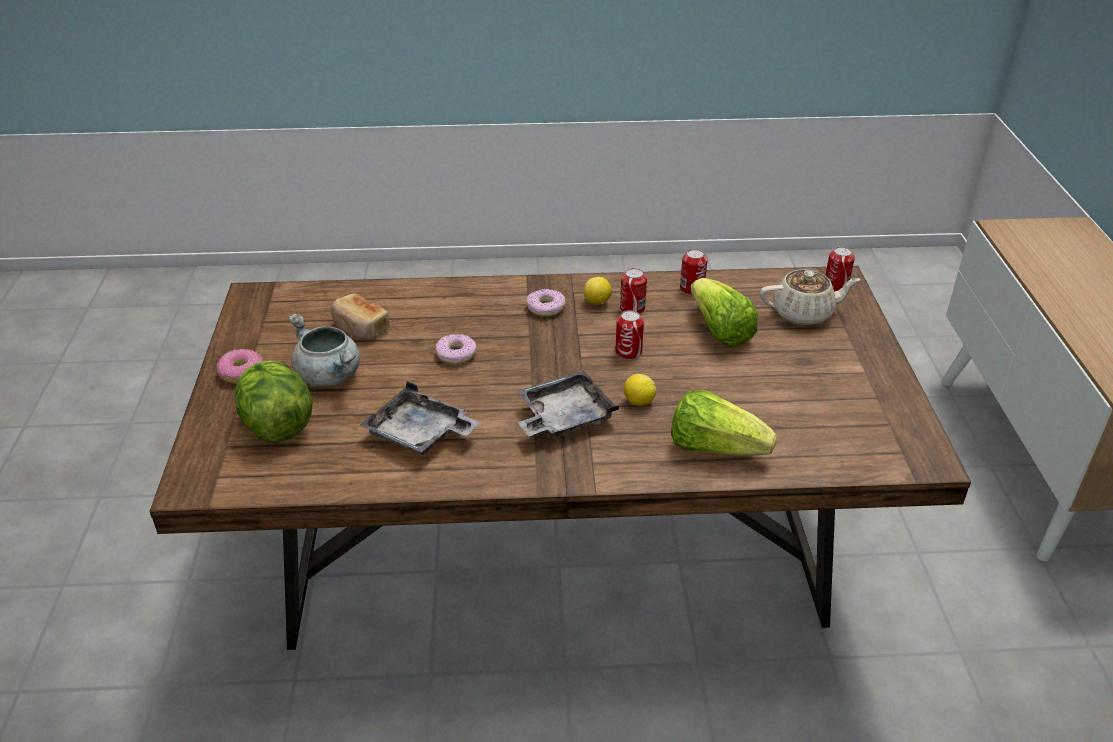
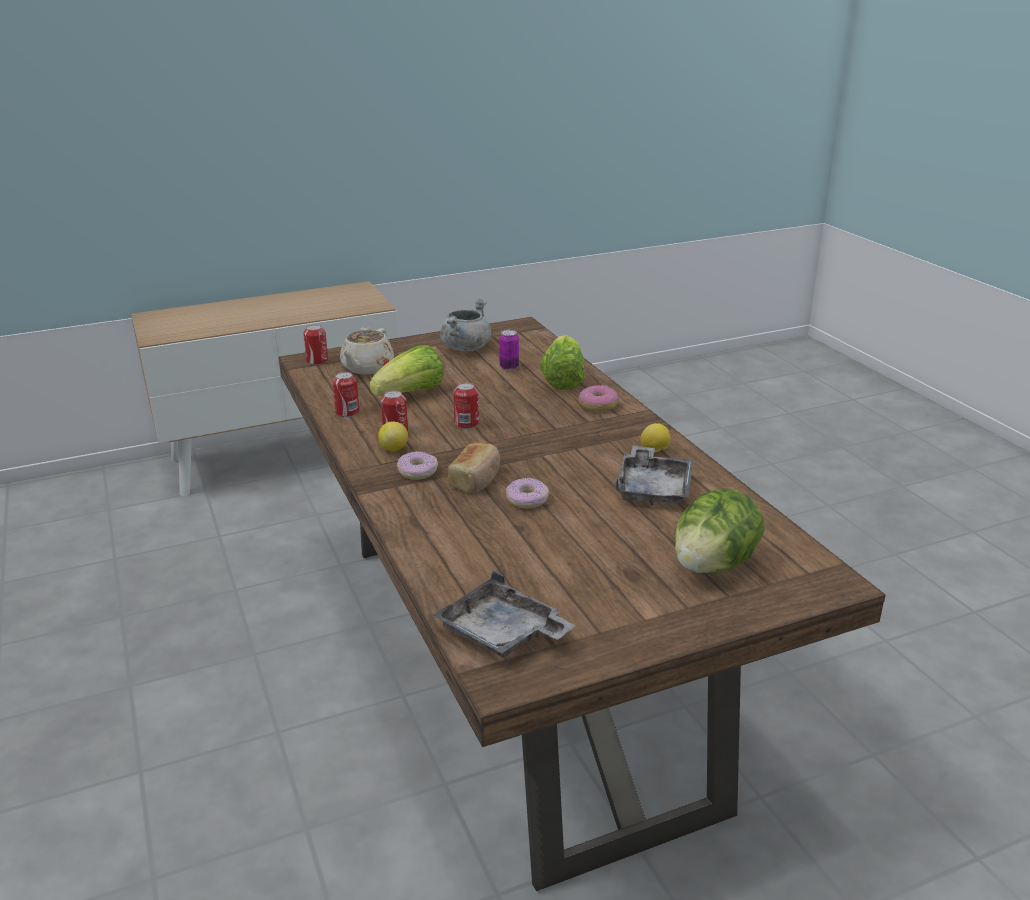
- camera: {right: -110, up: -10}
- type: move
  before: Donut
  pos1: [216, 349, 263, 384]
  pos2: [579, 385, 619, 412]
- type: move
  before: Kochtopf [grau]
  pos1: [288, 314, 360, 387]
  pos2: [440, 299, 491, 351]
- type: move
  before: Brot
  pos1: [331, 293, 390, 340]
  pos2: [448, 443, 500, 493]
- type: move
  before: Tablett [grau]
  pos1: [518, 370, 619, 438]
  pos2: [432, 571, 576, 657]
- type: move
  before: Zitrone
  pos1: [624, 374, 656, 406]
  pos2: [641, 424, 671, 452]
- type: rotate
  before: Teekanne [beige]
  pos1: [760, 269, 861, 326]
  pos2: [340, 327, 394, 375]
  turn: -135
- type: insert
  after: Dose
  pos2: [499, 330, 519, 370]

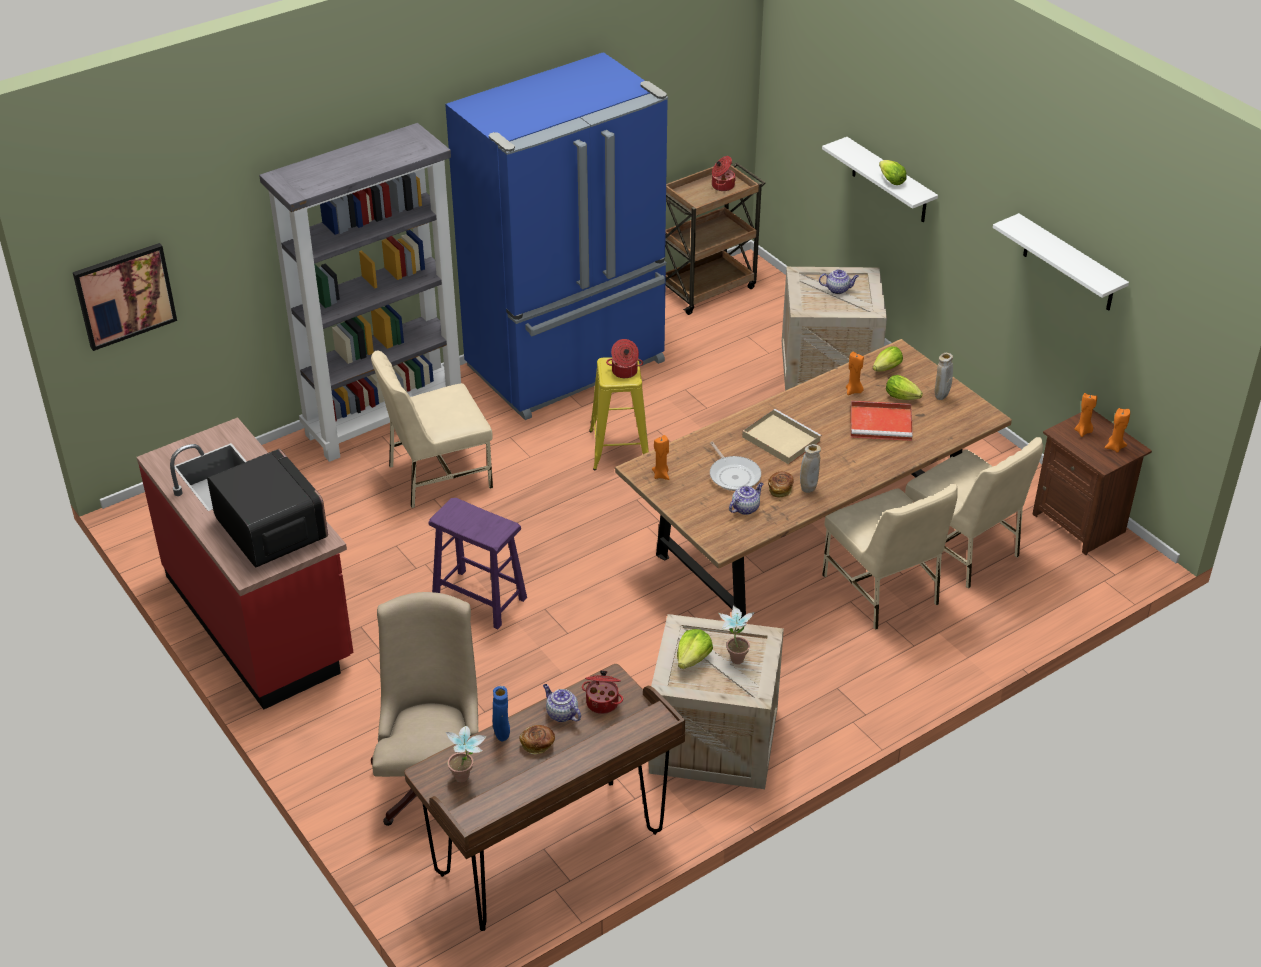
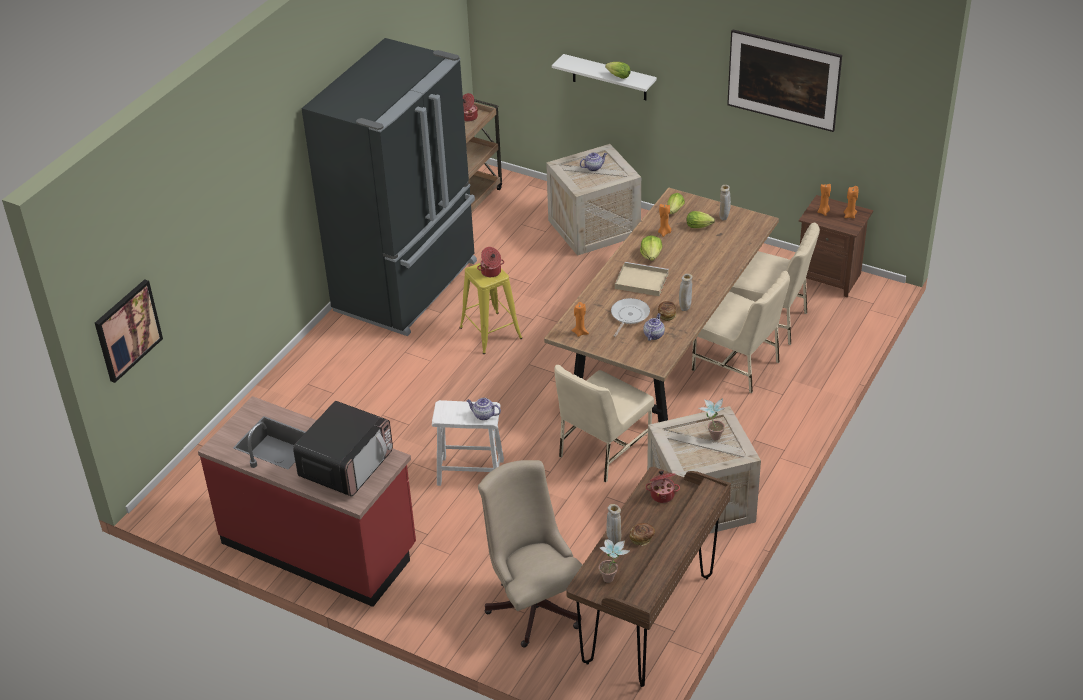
- camera: {right: -25, up: 0}
- type: rotate
  before: Mikrowelle
  pos1: [207, 449, 328, 567]
  pos2: [293, 401, 393, 497]
  turn: 90
- type: delete
  before: Bücherregal [grau]
  pos1: [259, 123, 461, 462]
- type: move
  before: Stuhl [beige]
  pos1: [371, 351, 493, 508]
  pos2: [554, 365, 654, 482]
- type: recolor
  before: Hocker [lila]
  after: Hocker [weiß]
  pos1: [428, 498, 527, 629]
  pos2: [432, 400, 504, 486]
- type: recolor
  before: Kühlschrank [blau]
  after: Kühlschrank [schwarz]
  pos1: [445, 52, 668, 420]
  pos2: [302, 38, 477, 336]
- type: recolor
  before: Vase [blau]
  after: Vase [beige]
  pos1: [492, 686, 510, 741]
  pos2: [606, 504, 621, 545]
- type: move
  before: Teekanne
  pos1: [543, 684, 581, 722]
  pos2: [466, 398, 501, 420]
- type: move
  before: Salatkopf
  pos1: [677, 629, 713, 669]
  pos2: [640, 235, 662, 261]
- type: rotate
  before: Pfanne
  pos1: [710, 442, 761, 491]
  pos2: [611, 298, 650, 337]
  turn: -105
- type: delete
  before: Tablett [rot]
  pos1: [851, 401, 913, 441]
- type: replace
  before: Wandregal [weiß]
  after: Bild
  pos1: [993, 213, 1129, 311]
  pos2: [727, 29, 842, 132]

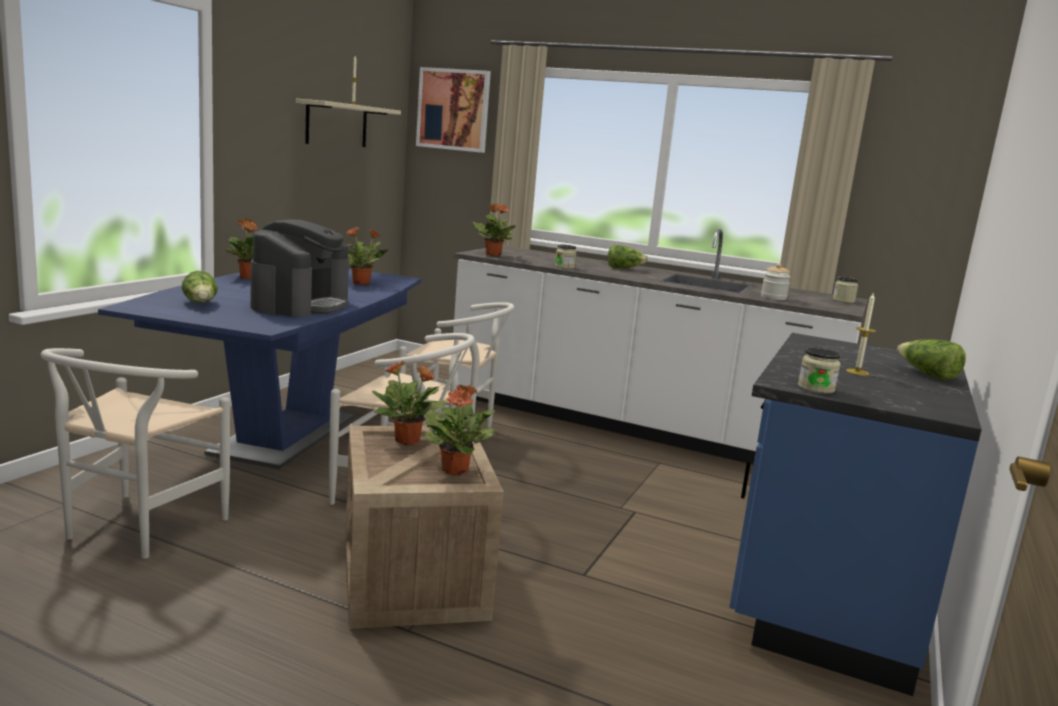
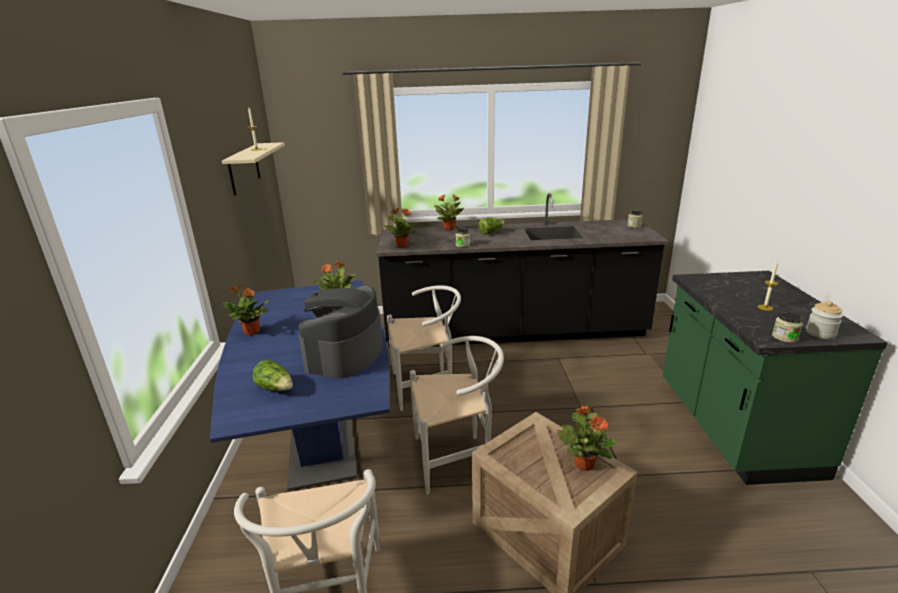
- camera: {right: -25, up: 10}
- type: rotate
  before: Kaffeemaschine
  pos1: [250, 219, 349, 317]
  pos2: [298, 286, 383, 379]
  turn: -150
- type: move
  before: Topfpflanze
  pos1: [371, 361, 447, 445]
  pos2: [434, 195, 464, 230]
- type: delete
  before: Bild
  pos1: [416, 67, 491, 153]
- type: recolor
  before: Küchenzeile [weiß]
  after: Küchenzeile [schwarz]
  pos1: [453, 229, 868, 464]
  pos2: [377, 193, 668, 348]
- type: recolor
  before: Küchenzeile [blau]
  after: Küchenzeile [grün]
  pos1: [729, 333, 982, 696]
  pos2: [663, 271, 888, 485]
- type: move
  before: Vorratsglas
  pos1: [761, 264, 791, 300]
  pos2: [806, 301, 843, 339]
- type: delete
  before: Salatkopf
  pos1: [897, 339, 966, 381]

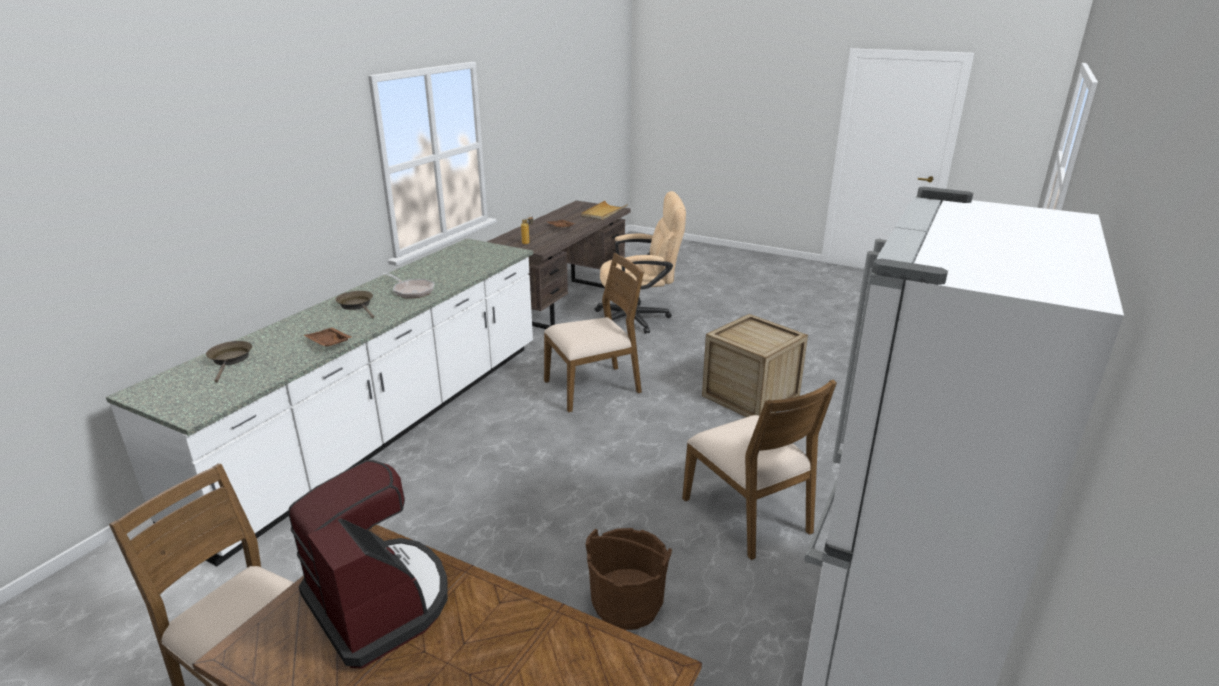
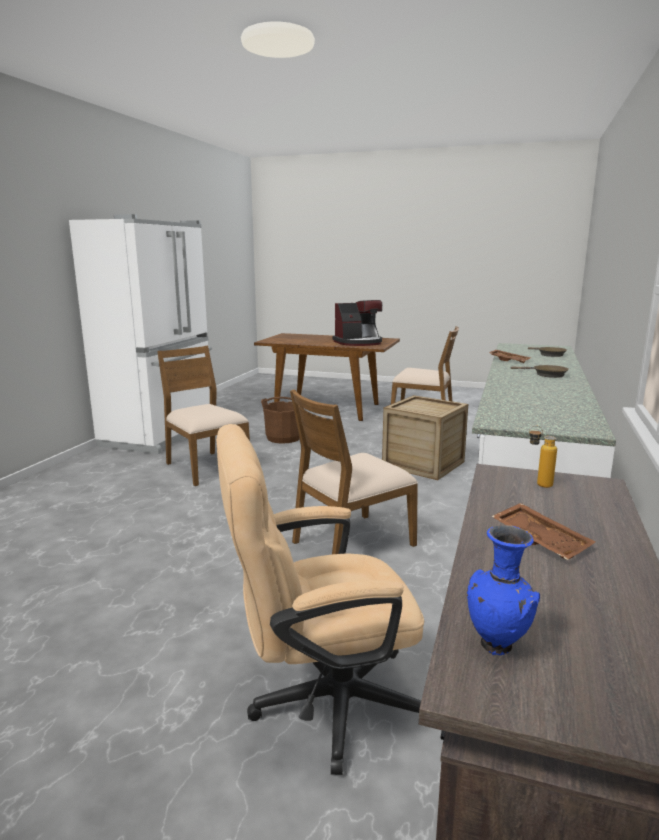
- camera: {right: 170, up: -10}
- type: rotate
  before: Kaffeemaschine
  pos1: [288, 460, 448, 669]
  pos2: [332, 300, 382, 346]
  turn: -60
- type: delete
  before: Pfanne
  pos1: [383, 272, 435, 298]
- type: replace
  before: Tablett [beige]
  after: Vase [blau]
  pos1: [581, 201, 628, 220]
  pos2: [467, 525, 540, 655]
- type: move
  before: Kiste
  pos1: [702, 314, 808, 417]
  pos2: [382, 395, 468, 480]

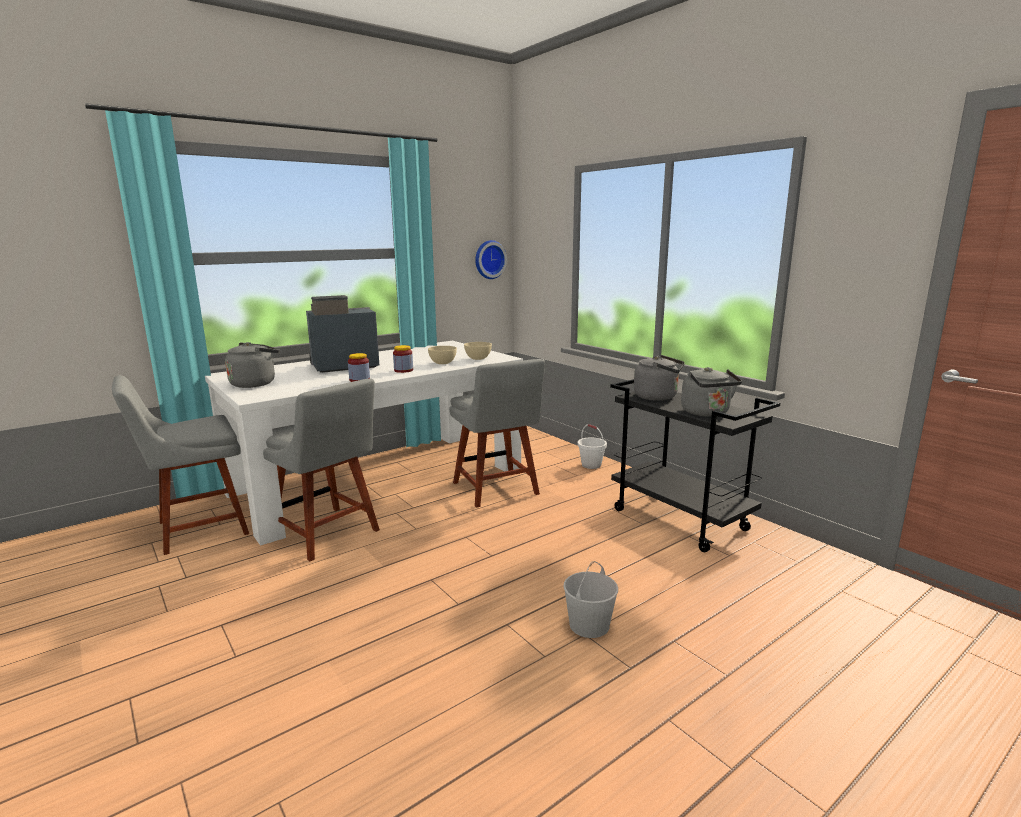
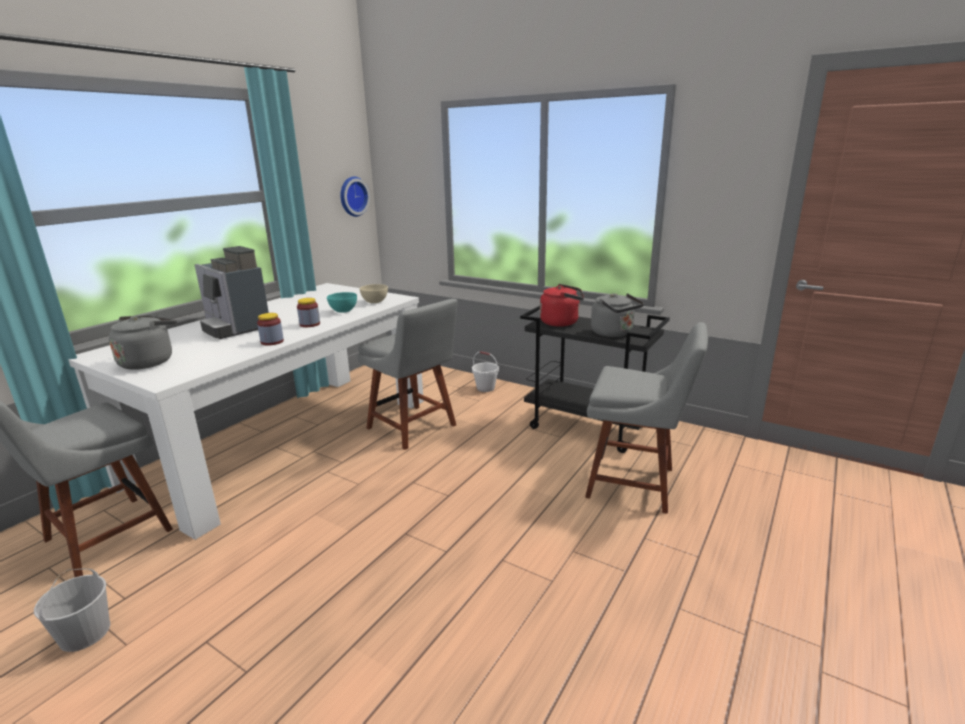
- camera: {right: -20, up: 5}
- type: move
  before: Stuhl [grau]
  pos1: [263, 379, 380, 561]
  pos2: [585, 322, 708, 514]
- type: rotate
  before: Kaffeemaschine
  pos1: [306, 295, 379, 373]
  pos2: [195, 246, 269, 339]
  turn: -90
- type: recolor
  before: Schüssel [beige]
  after: Schüssel [türkis]
  pos1: [428, 346, 457, 364]
  pos2: [327, 292, 357, 313]
- type: move
  before: Eimer [weiß]
  pos1: [563, 561, 618, 638]
  pos2: [34, 568, 110, 652]
- type: recolor
  before: Wasserkessel [grau]
  after: Wasserkessel [rot]
  pos1: [634, 355, 685, 401]
  pos2: [540, 284, 584, 327]

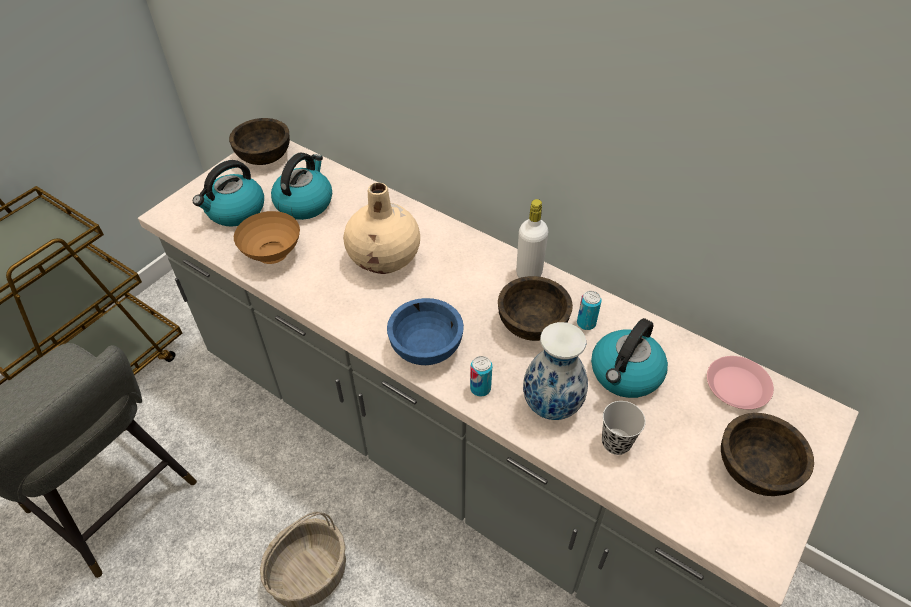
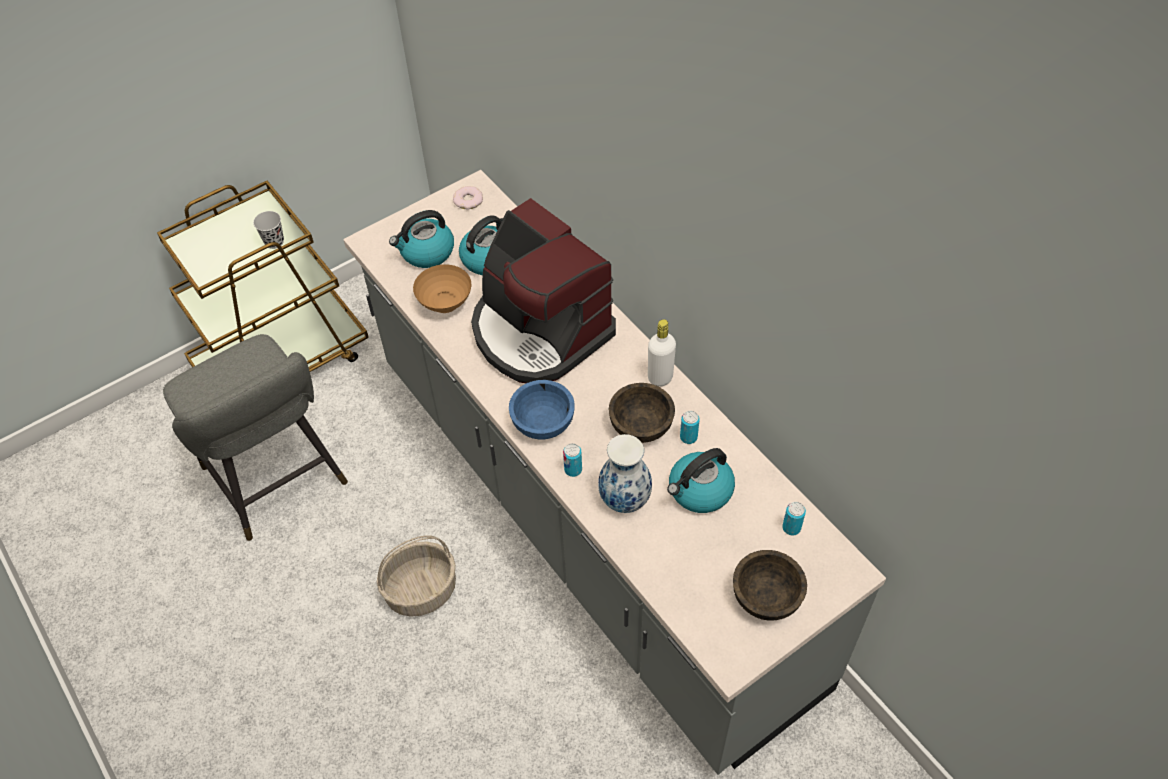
- camera: {right: 20, up: 5}
- type: replace
  before: Schüssel [braun]
  after: Donut
  pos1: [229, 118, 290, 165]
  pos2: [453, 186, 483, 210]
- type: replace
  before: Vase [beige]
  after: Kaffeemaschine
  pos1: [343, 183, 420, 274]
  pos2: [471, 198, 616, 383]
- type: move
  before: Tasse [schwarz]
  pos1: [602, 401, 646, 455]
  pos2: [253, 211, 284, 249]
- type: replace
  before: Teller [rosa]
  after: Dose
  pos1: [707, 356, 774, 409]
  pos2: [782, 502, 806, 536]

